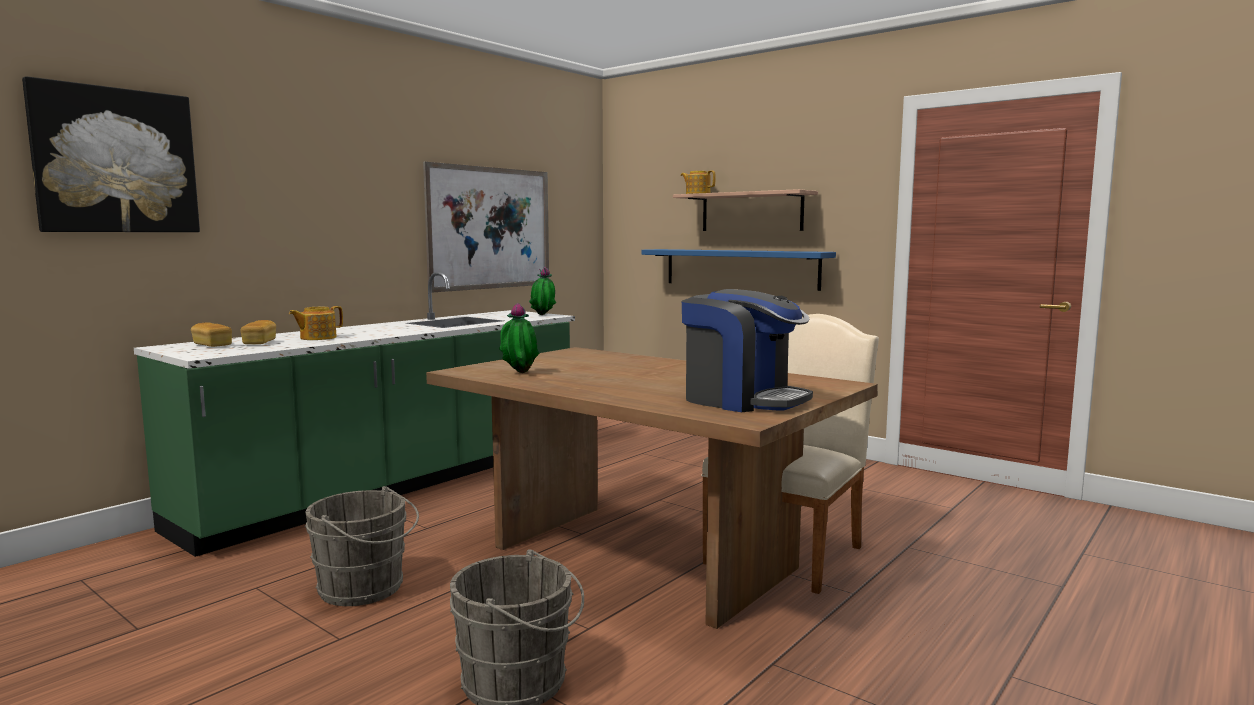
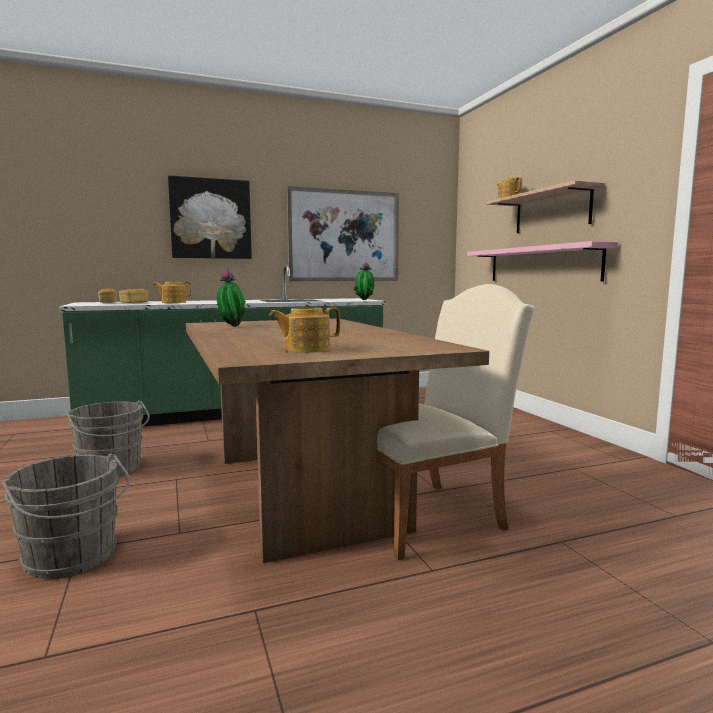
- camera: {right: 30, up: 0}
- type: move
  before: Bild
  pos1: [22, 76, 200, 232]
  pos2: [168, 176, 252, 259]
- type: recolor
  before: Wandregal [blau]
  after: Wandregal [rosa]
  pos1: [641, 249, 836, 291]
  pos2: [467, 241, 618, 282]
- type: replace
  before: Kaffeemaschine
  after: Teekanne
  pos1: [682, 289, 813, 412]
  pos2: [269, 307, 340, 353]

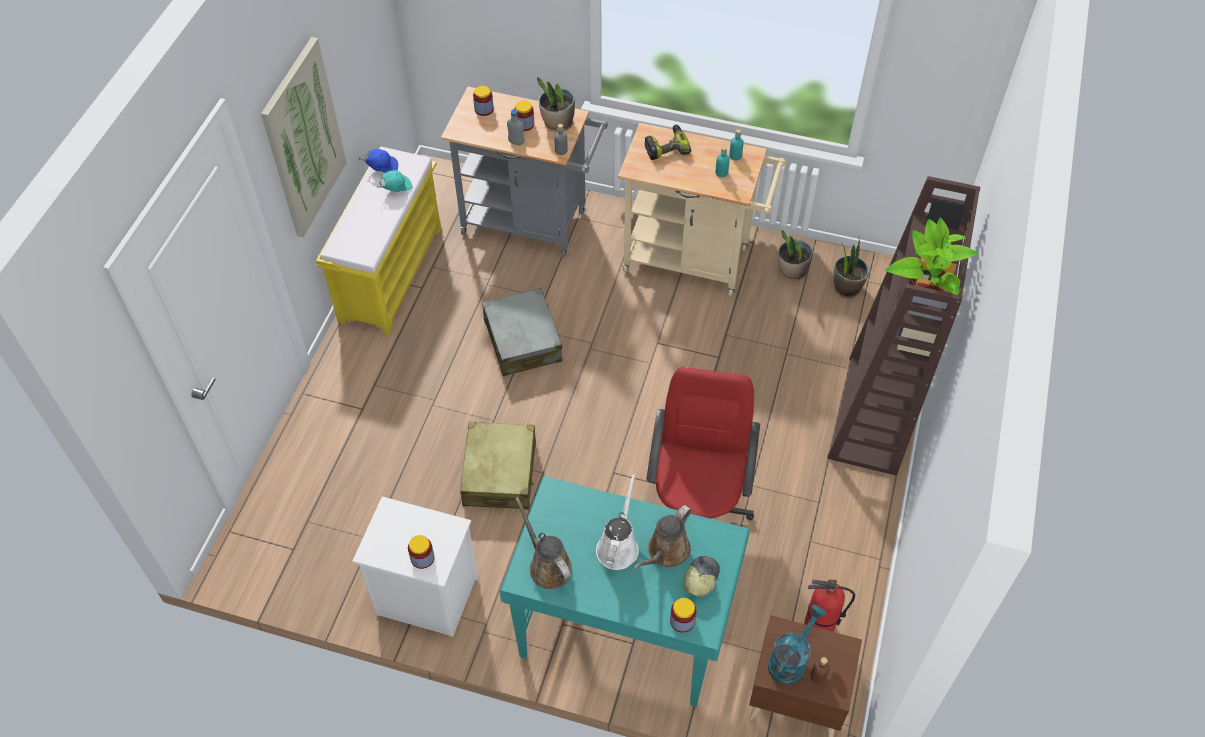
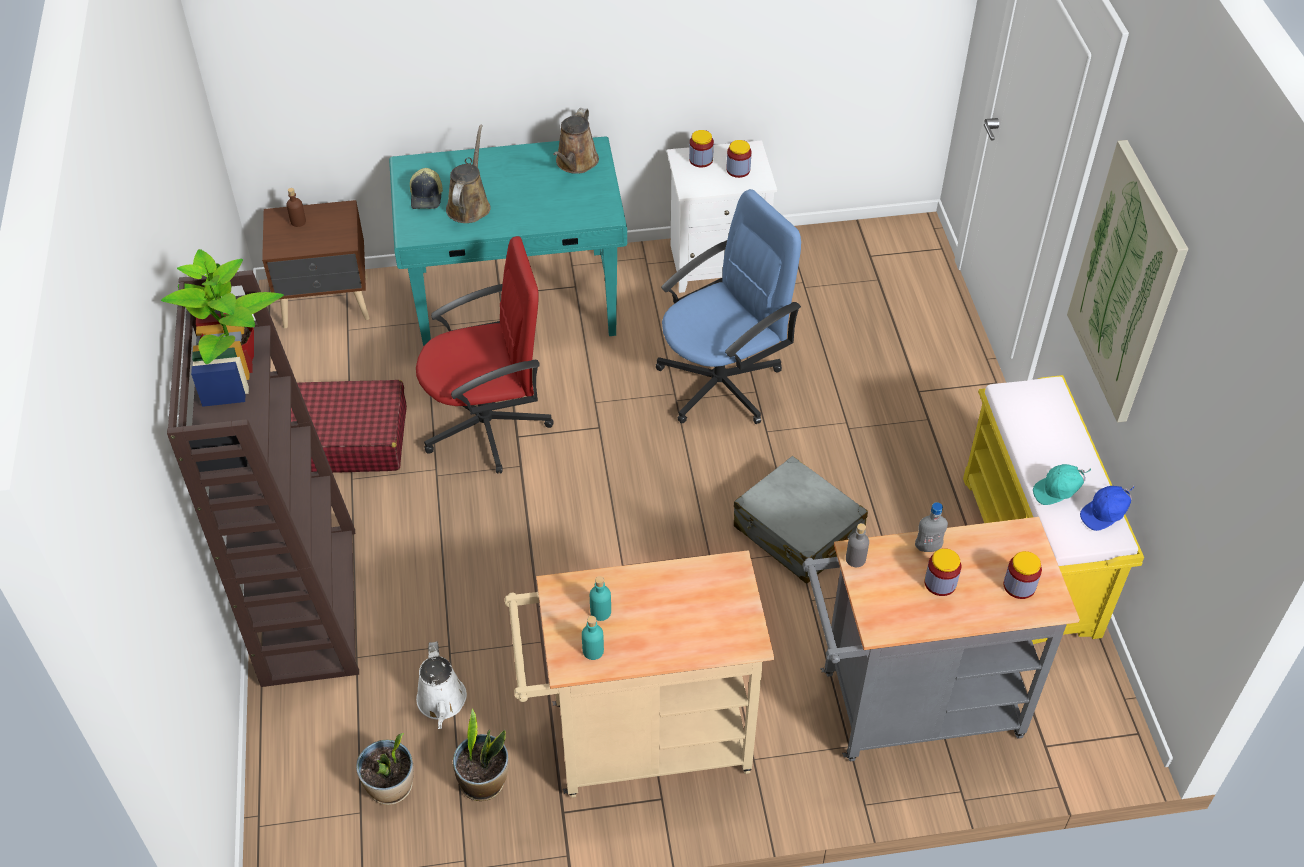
- camera: {right: 155, up: -5}
- type: rotate
  before: Kappe [türkis]
  pos1: [376, 170, 413, 192]
  pos2: [1033, 464, 1091, 505]
  turn: 45
- type: replace
  before: Koffer [beige]
  after: Bürostuhl [blau]
  pos1: [460, 422, 536, 510]
  pos2: [656, 189, 801, 424]
- type: rotate
  before: Gießkanne [braun]
  pos1: [515, 497, 572, 589]
  pos2: [553, 108, 599, 174]
  turn: 75
- type: delete
  before: Topfpflanze
  pos1: [537, 77, 575, 132]
- type: move
  before: Gießkanne [weiß]
  pos1: [596, 472, 639, 570]
  pos2: [416, 641, 467, 729]
- type: delete
  before: Bohrmaschine
  pos1: [645, 124, 691, 160]
- type: rotate
  before: Bürostuhl [rot]
  pos1: [646, 367, 760, 520]
  pos2: [416, 236, 554, 473]
  turn: -90
- type: move
  before: Vorratsglas
  pos1: [670, 598, 696, 633]
  pos2: [727, 140, 751, 178]
- type: delete
  before: Gießkanne [türkis]
  pos1: [768, 605, 826, 685]
- type: delete
  before: Feuerlöscher
  pos1: [804, 579, 855, 632]
- type: insert
  after: Koffer [rot]
  pos2: [291, 380, 407, 473]

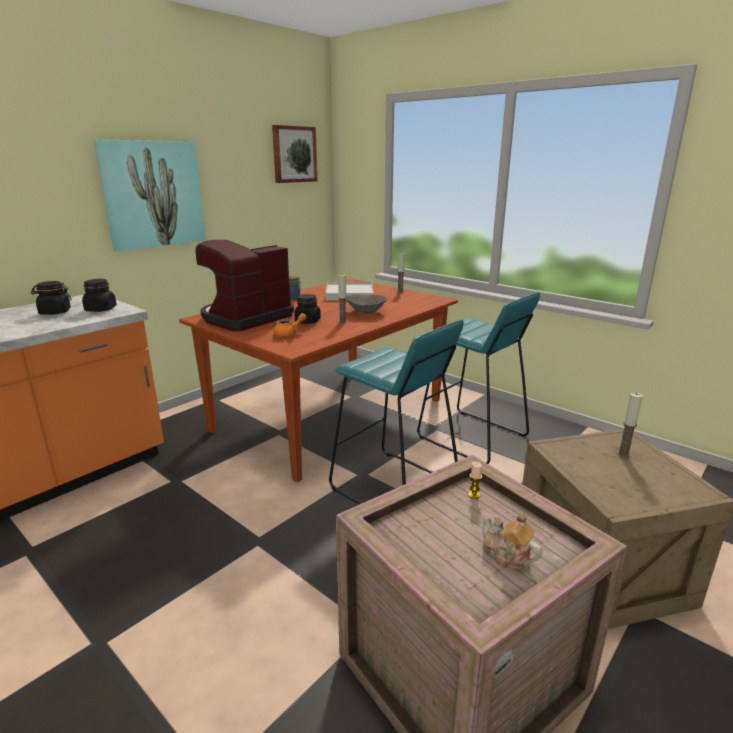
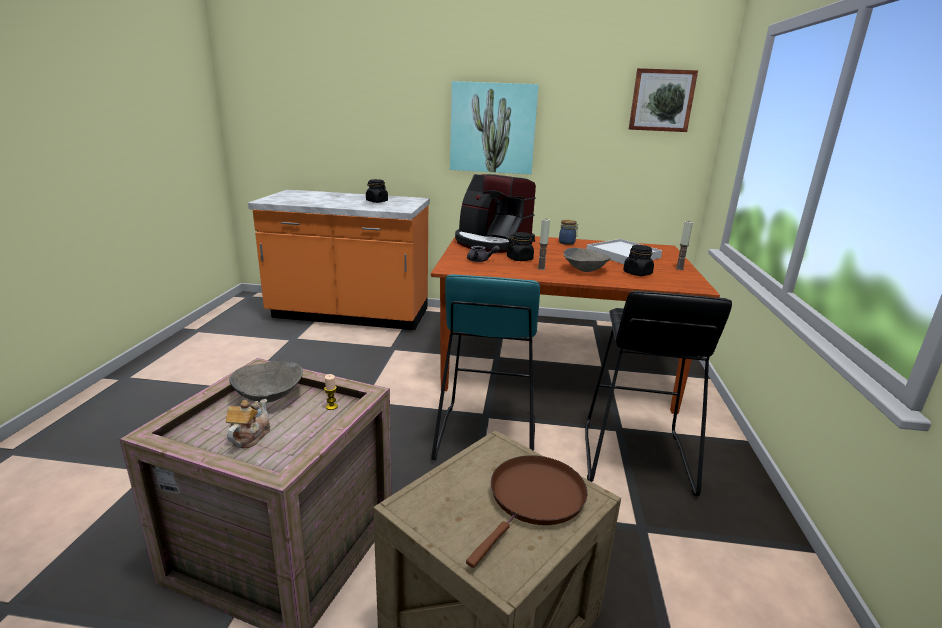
- camera: {right: 55, up: 0}
- type: move
  before: Vorratsglas [schwarz]
  pos1: [82, 279, 117, 312]
  pos2: [623, 245, 654, 276]
- type: rotate
  before: Kaffeemaschine
  pos1: [195, 240, 294, 331]
  pos2: [455, 174, 536, 253]
  turn: -150
- type: recolor
  before: Teekanne [orange]
  after: Teekanne [grau]
  pos1: [273, 313, 306, 337]
  pos2: [467, 246, 500, 262]
- type: recolor
  before: Hocker [türkis]
  after: Hocker [schwarz]
  pos1: [417, 292, 540, 464]
  pos2: [585, 290, 732, 497]
- type: replace
  before: Kerze
  after: Pfanne [braun]
  pos1: [617, 393, 643, 459]
  pos2: [466, 455, 587, 568]
- type: insert
  after: Schüssel [grau]
  pos2: [229, 361, 303, 402]

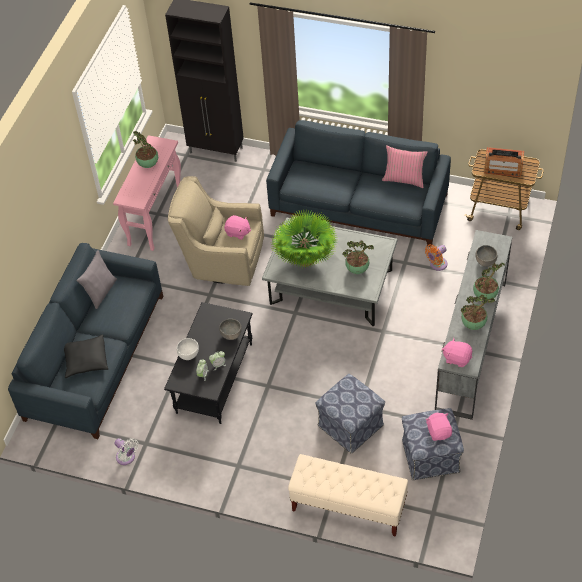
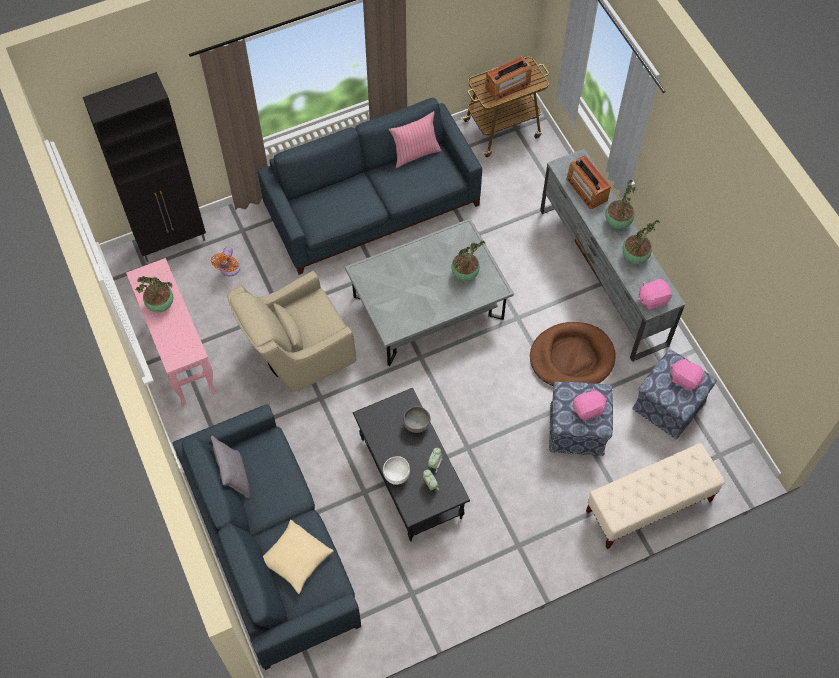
- camera: {right: -45, up: 10}
- type: recolor
  before: Kissen [schwarz]
  after: Kissen [beige]
  pos1: [64, 335, 108, 378]
  pos2: [263, 520, 334, 594]
- type: delete
  before: Ventilator [weiß]
  pos1: [114, 438, 139, 465]
- type: move
  before: Plüschtier [rosa]
  pos1: [224, 215, 251, 240]
  pos2: [573, 387, 607, 421]
- type: delete
  before: Topfpflanze
  pos1: [271, 209, 337, 268]
- type: move
  before: Ventilator [orange]
  pos1: [425, 244, 447, 271]
  pos2: [211, 247, 240, 276]
- type: replace
  before: Schüssel [grau]
  after: Radio
  pos1: [476, 245, 498, 267]
  pos2: [566, 155, 611, 209]
- type: insert
  after: Hundebett [braun]
  pos2: [530, 322, 616, 386]

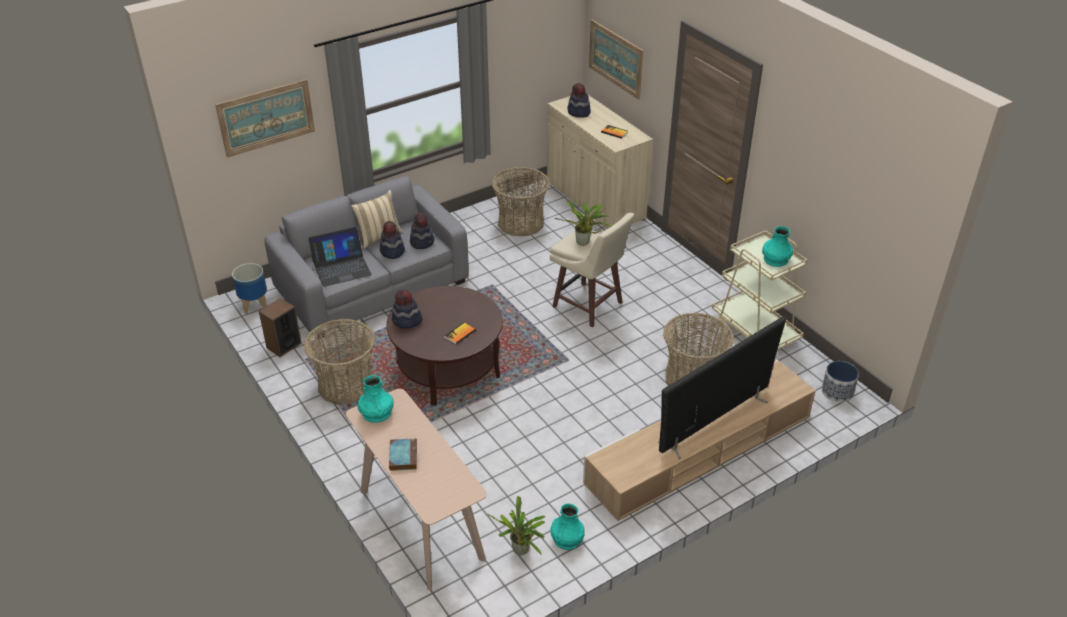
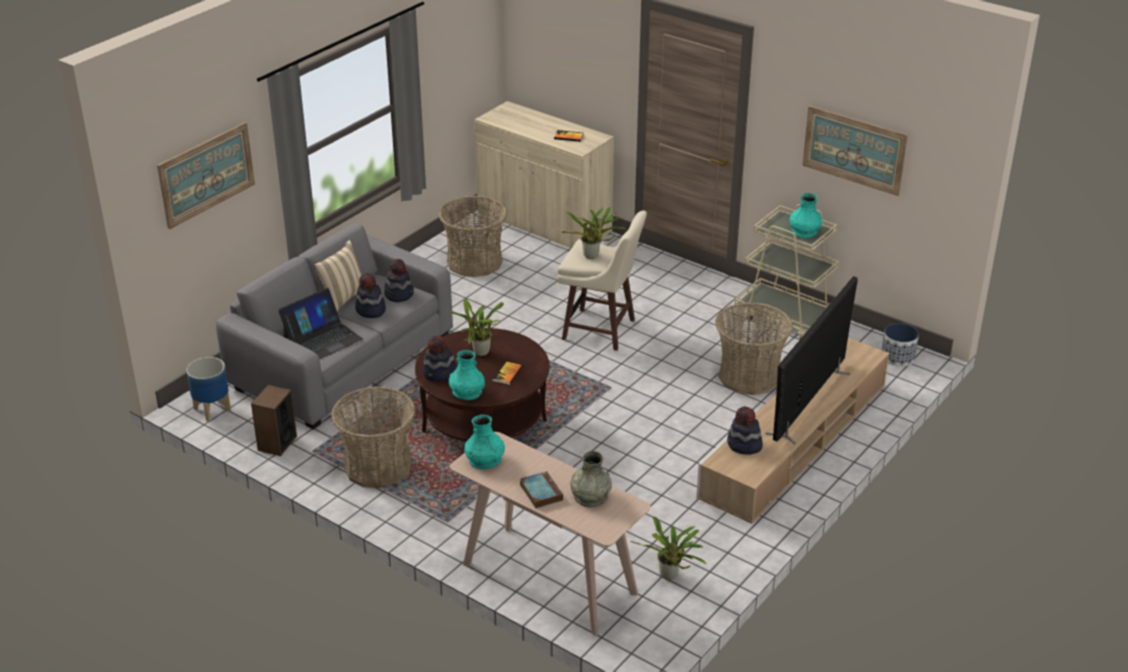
- camera: {right: -20, up: -5}
- type: move
  before: Vase [türkis]
  pos1: [550, 503, 585, 550]
  pos2: [449, 350, 485, 400]
- type: move
  before: Hut
  pos1: [568, 83, 591, 118]
  pos2: [727, 406, 763, 455]
- type: move
  before: Bild
  pos1: [589, 20, 644, 99]
  pos2: [802, 106, 908, 196]
- type: insert
  after: Topfpflanze
  pos2: [450, 299, 504, 356]
- type: insert
  after: Vase [grau]
  pos2: [570, 451, 612, 507]

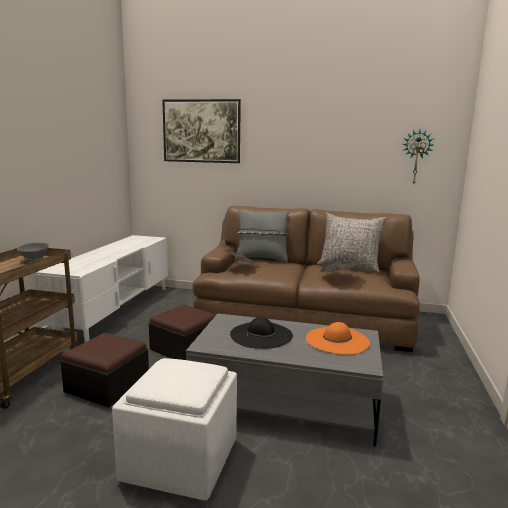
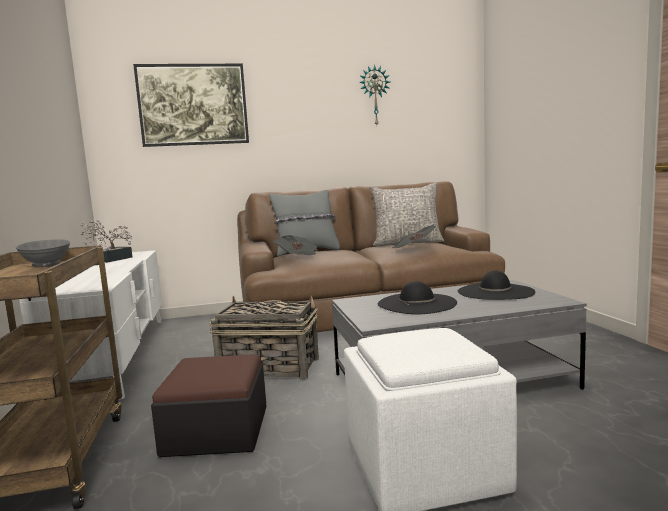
- camera: {right: -25, up: -5}
- type: replace
  before: Polsterhocker
  after: Korb
  pos1: [149, 305, 216, 360]
  pos2: [210, 296, 319, 380]
- type: recolor
  before: Hut [orange]
  after: Hut [schwarz]
  pos1: [306, 322, 370, 355]
  pos2: [458, 270, 535, 300]
- type: move
  before: Wanduhr
  pos1: [402, 130, 434, 184]
  pos2: [359, 64, 390, 125]
- type: insert
  after: Topfpflanze
  pos2: [81, 220, 132, 262]

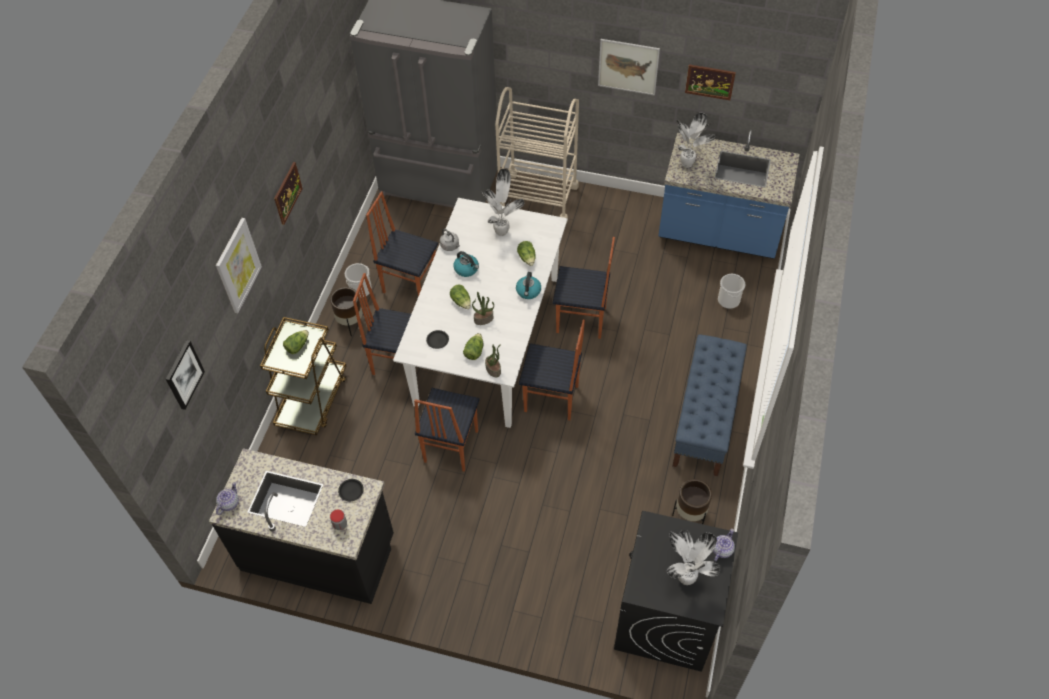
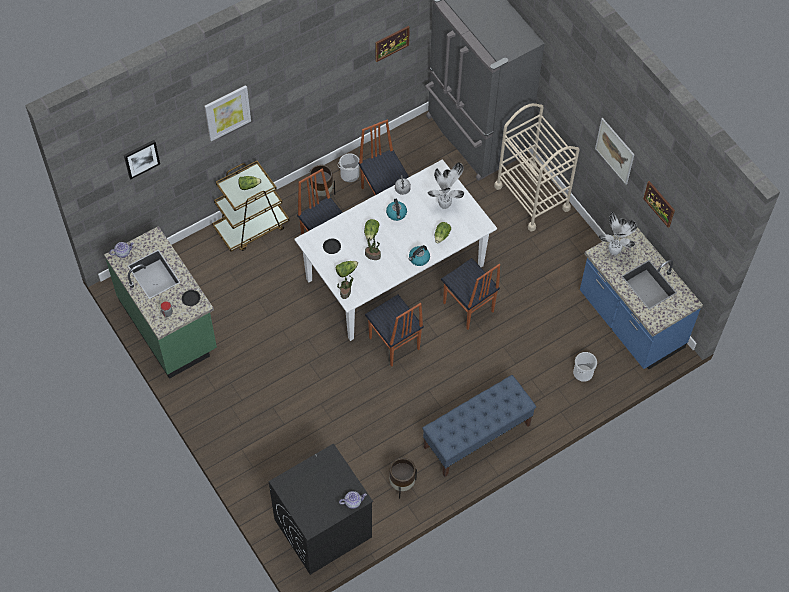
- camera: {right: 40, up: 5}
- type: recolor
  before: Küchenzeile [schwarz]
  after: Küchenzeile [grün]
  pos1: [209, 448, 394, 604]
  pos2: [104, 226, 217, 379]
- type: move
  before: Bild
  pos1: [274, 162, 303, 225]
  pos2: [376, 26, 410, 62]
- type: delete
  before: Stuhl
  pos1: [414, 388, 480, 472]
- type: delete
  before: Topfpflanze
  pos1: [667, 530, 720, 585]

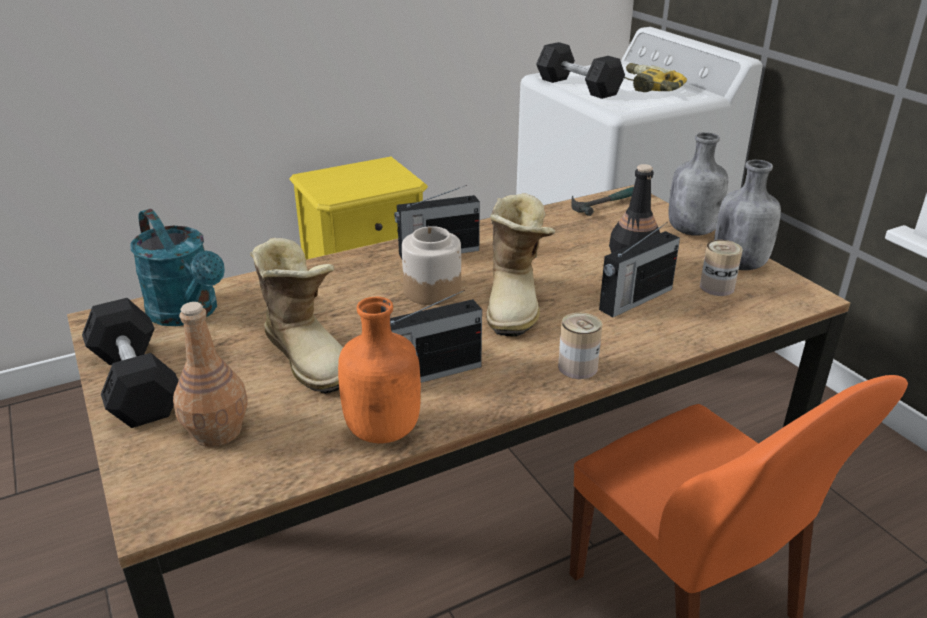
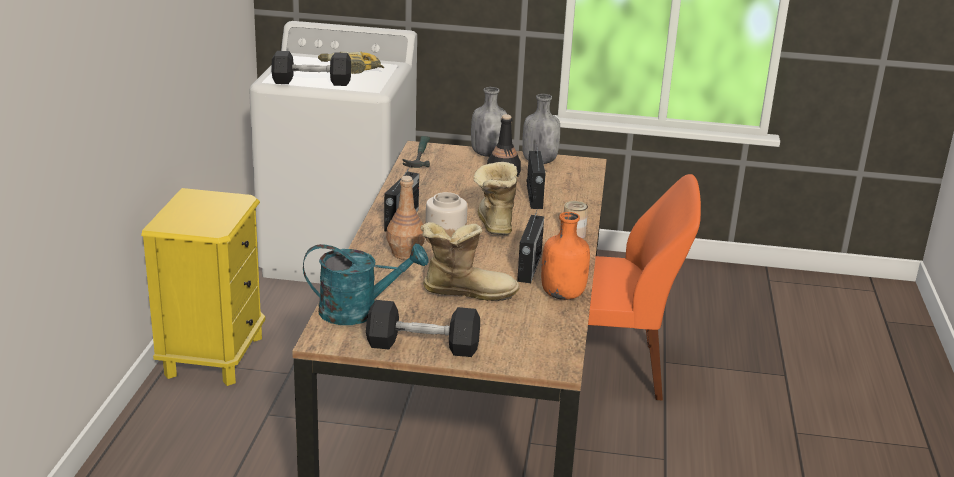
- camera: {right: -55, up: -5}
- type: move
  before: Flasche [braun]
  pos1: [173, 302, 248, 447]
  pos2: [386, 176, 425, 260]
- type: rotate
  before: Stiefel
  pos1: [486, 193, 555, 337]
  pos2: [474, 162, 518, 235]
  turn: -135
- type: delete
  before: Dose
  pos1: [700, 240, 743, 296]

